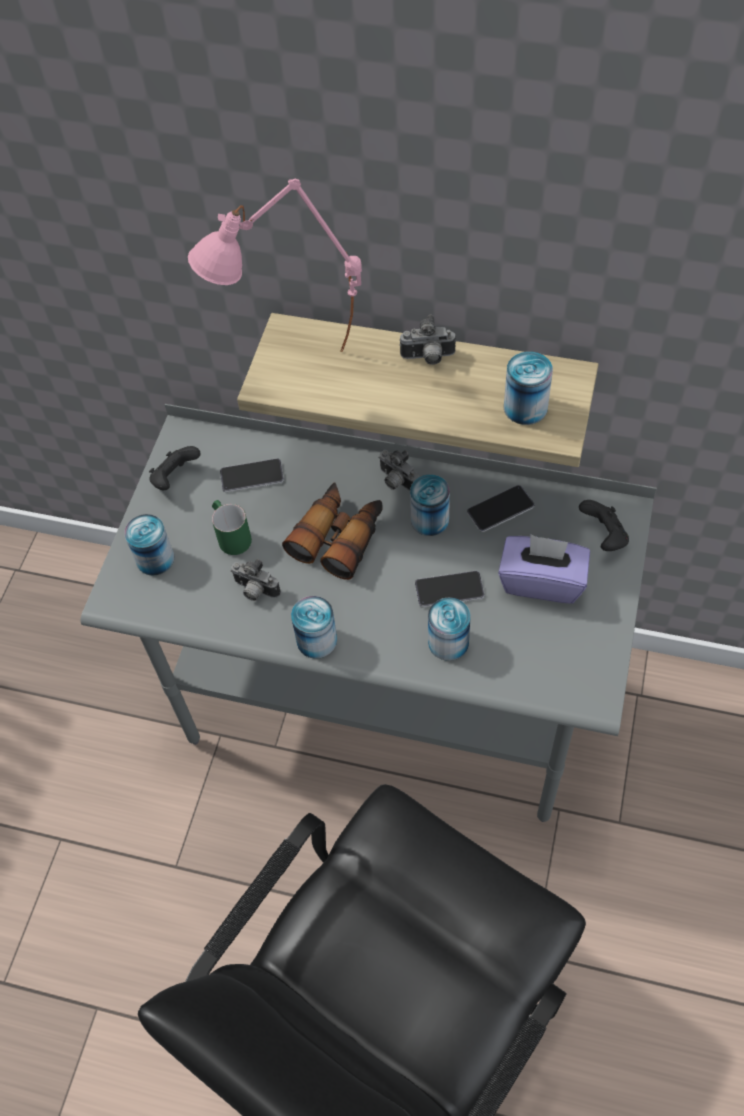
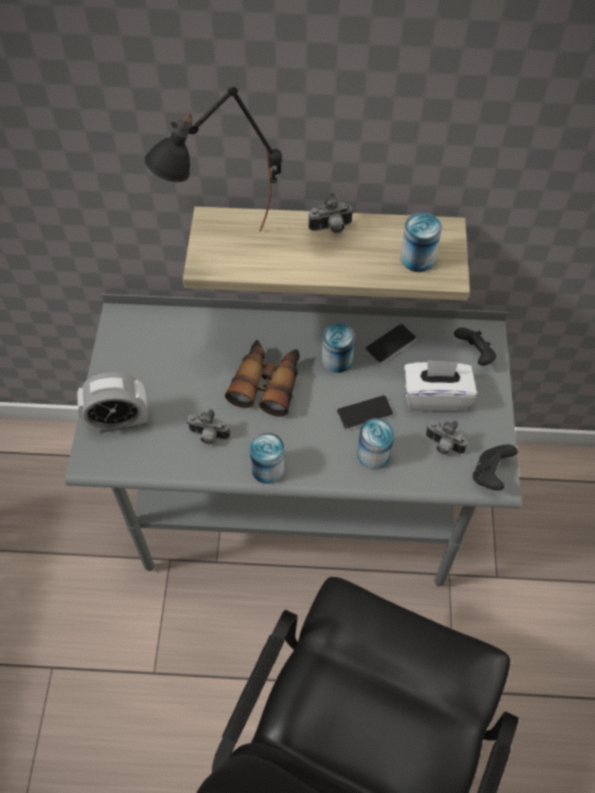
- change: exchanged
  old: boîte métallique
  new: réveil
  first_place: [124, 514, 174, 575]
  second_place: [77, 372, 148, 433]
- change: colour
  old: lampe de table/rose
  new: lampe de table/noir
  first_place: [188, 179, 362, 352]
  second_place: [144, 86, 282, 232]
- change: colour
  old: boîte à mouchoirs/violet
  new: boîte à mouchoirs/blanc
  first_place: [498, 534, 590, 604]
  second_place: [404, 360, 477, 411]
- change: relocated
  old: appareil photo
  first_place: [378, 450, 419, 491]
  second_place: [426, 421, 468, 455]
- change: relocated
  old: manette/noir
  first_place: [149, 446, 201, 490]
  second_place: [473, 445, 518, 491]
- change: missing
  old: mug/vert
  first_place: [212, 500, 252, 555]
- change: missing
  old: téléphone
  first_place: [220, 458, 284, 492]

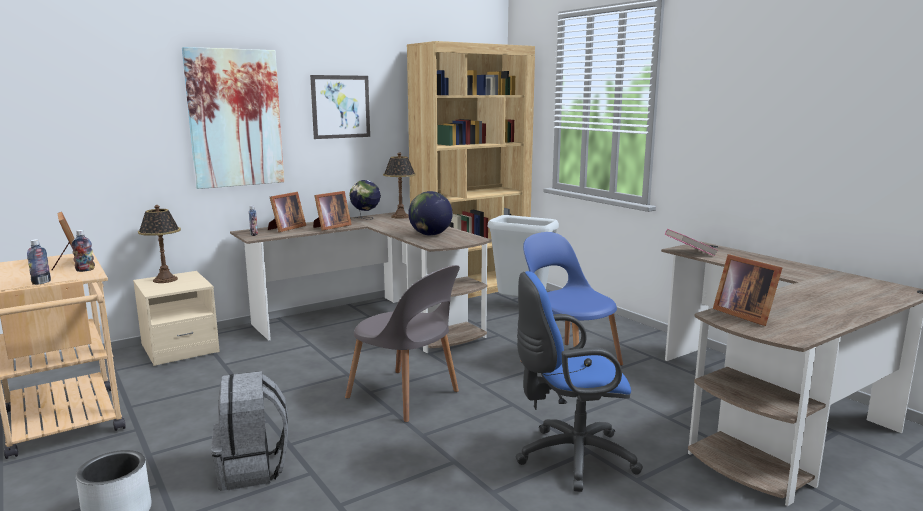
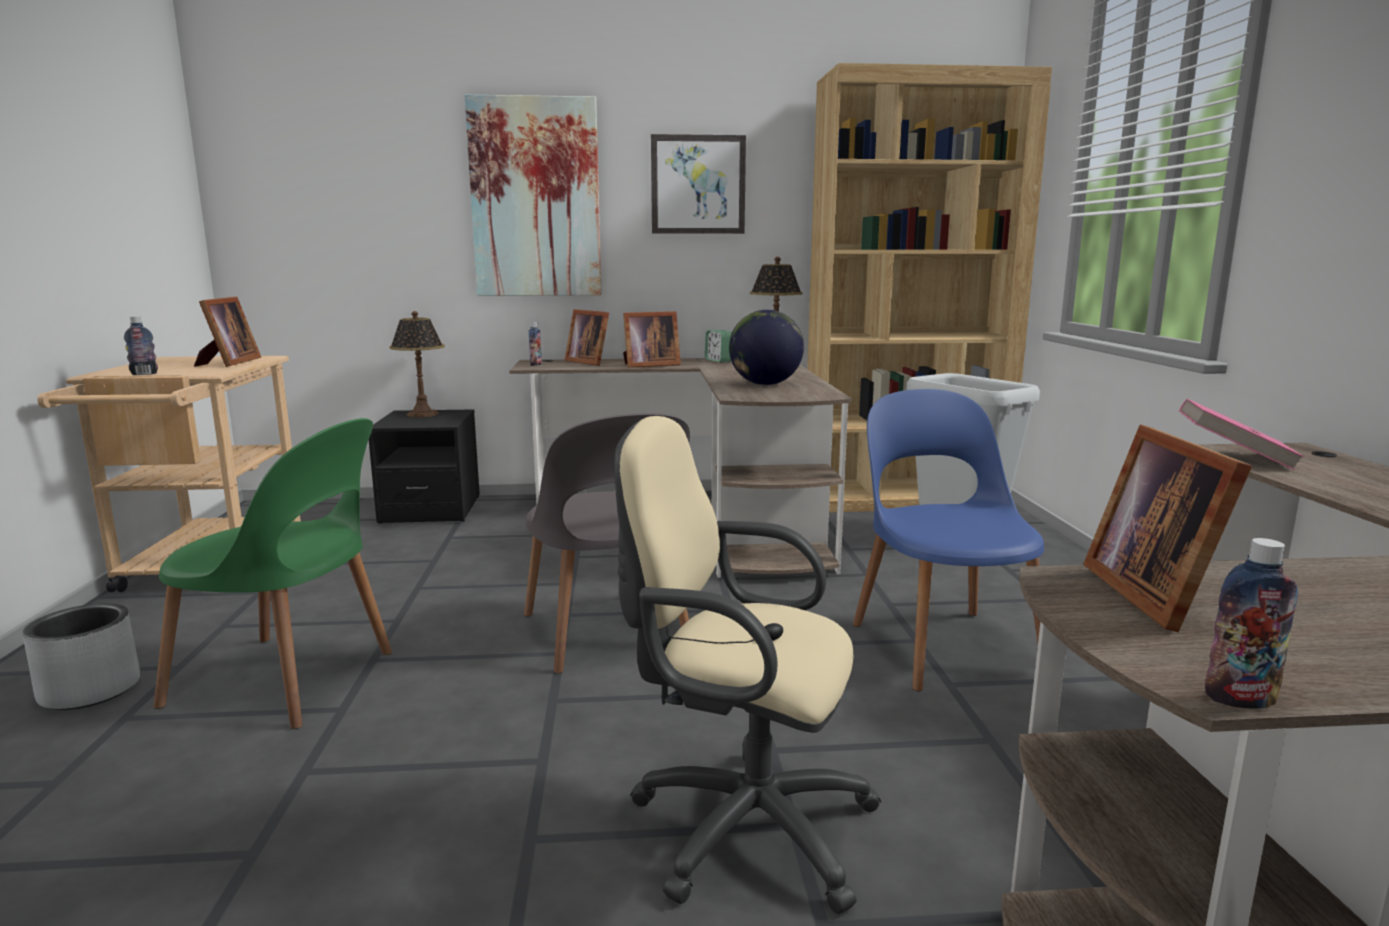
- change: exchanged
  old: sac à dos/gris
  new: chaise/vert
  first_place: [211, 371, 288, 491]
  second_place: [153, 418, 392, 729]
- change: colour
  old: table de chevet/beige
  new: table de chevet/noir
  first_place: [133, 271, 220, 366]
  second_place: [369, 409, 480, 524]
- change: spun
  old: cadre photo
  first_place: [268, 192, 306, 232]
  second_place: [565, 309, 609, 366]
  degrees: 75
- change: colour
  old: chaise de bureau/bleu
  new: chaise de bureau/beige
  first_place: [516, 271, 643, 492]
  second_place: [614, 416, 881, 914]
- change: exchanged
  old: globe
  new: réveil
  first_place: [349, 180, 381, 220]
  second_place: [705, 330, 732, 363]
- change: relocated
  old: bouteille
  first_place: [72, 230, 95, 272]
  second_place: [1205, 538, 1298, 708]

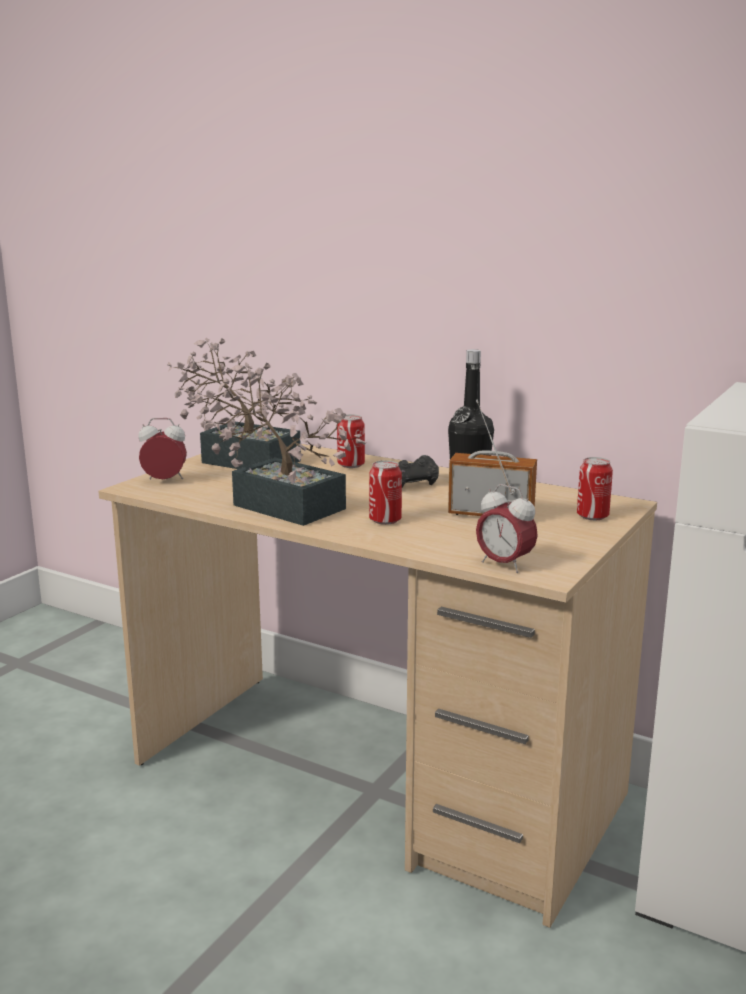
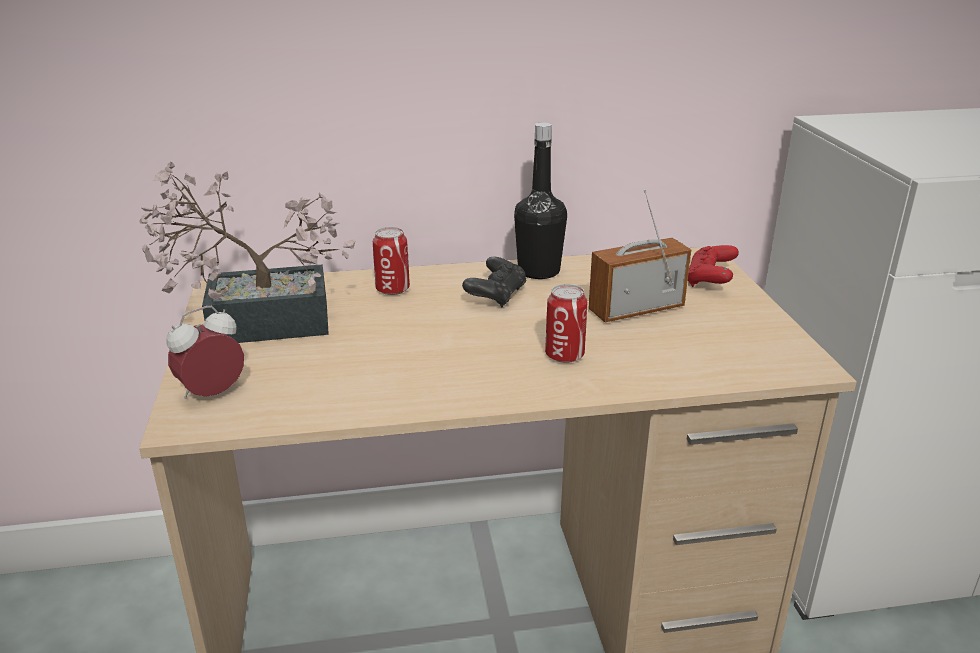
- change: exchanged
  old: boîte métallique
  new: manette/rouge
  first_place: [577, 457, 613, 520]
  second_place: [688, 245, 739, 287]
- change: missing
  old: plante en pot
  first_place: [196, 362, 366, 526]
- change: missing
  old: réveil
  first_place: [476, 484, 538, 573]

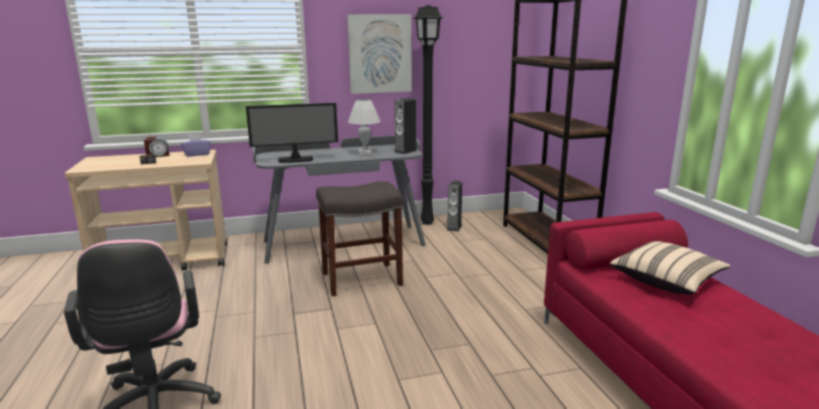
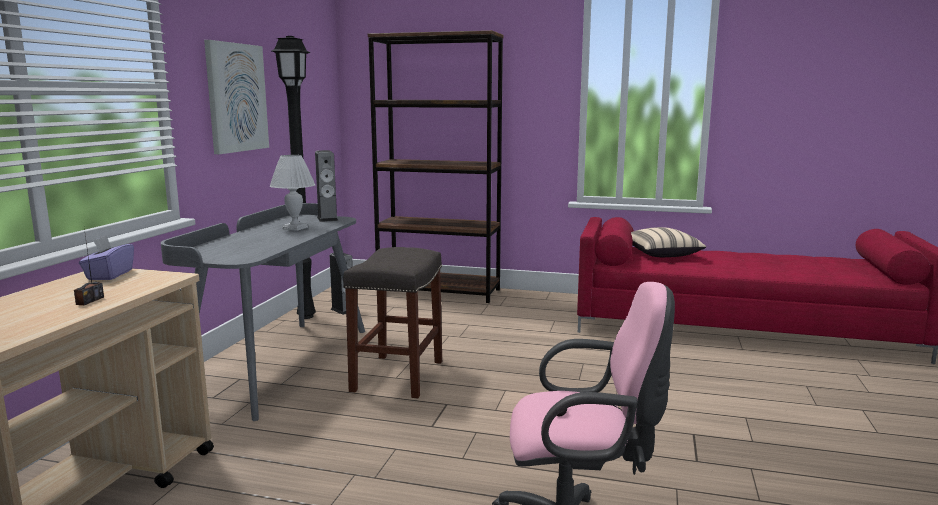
- change: missing
  old: réveil
  first_place: [144, 137, 169, 157]
- change: missing
  old: écran d'ordinateur
  first_place: [246, 103, 338, 163]

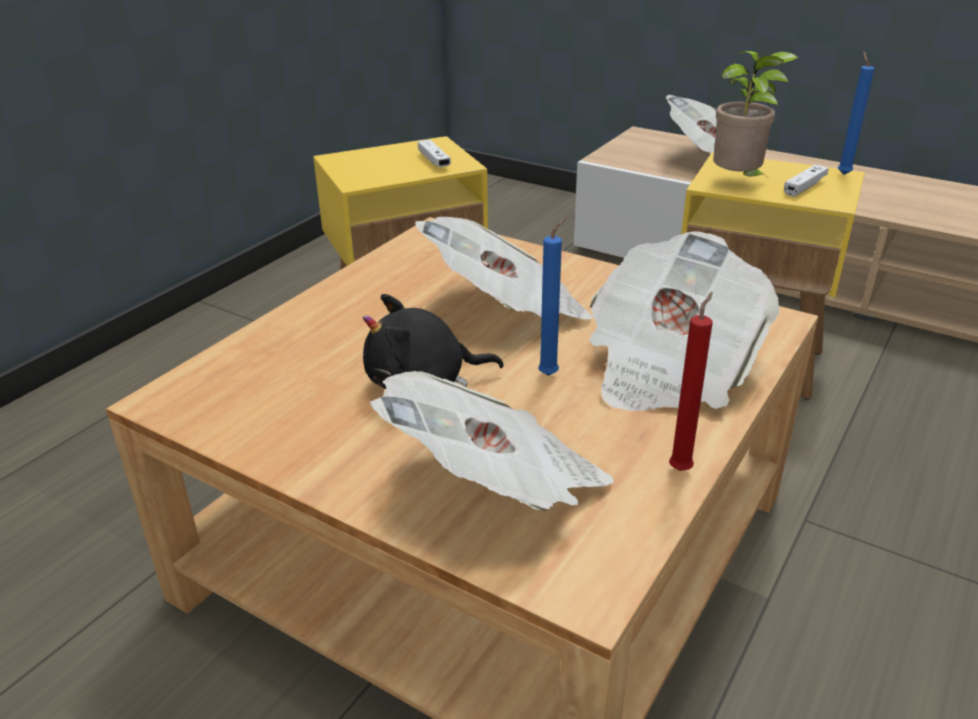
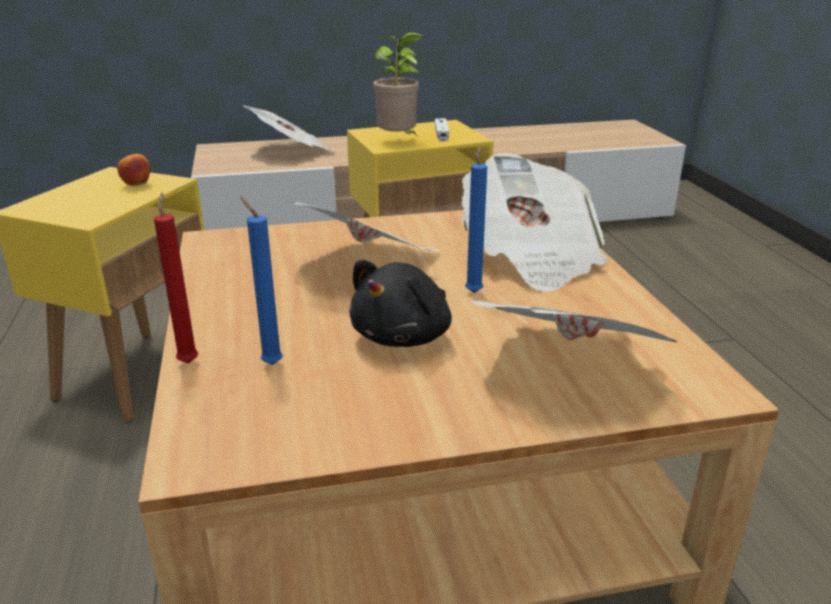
- change: exchanged
  old: manette/blanc
  new: pomme
  first_place: [418, 139, 451, 167]
  second_place: [117, 154, 150, 186]
- change: relocated
  old: bougie/rouge
  first_place: [669, 292, 713, 471]
  second_place: [154, 193, 199, 363]
- change: relocated
  old: bougie/bleu
  first_place: [838, 51, 875, 175]
  second_place: [240, 196, 283, 365]

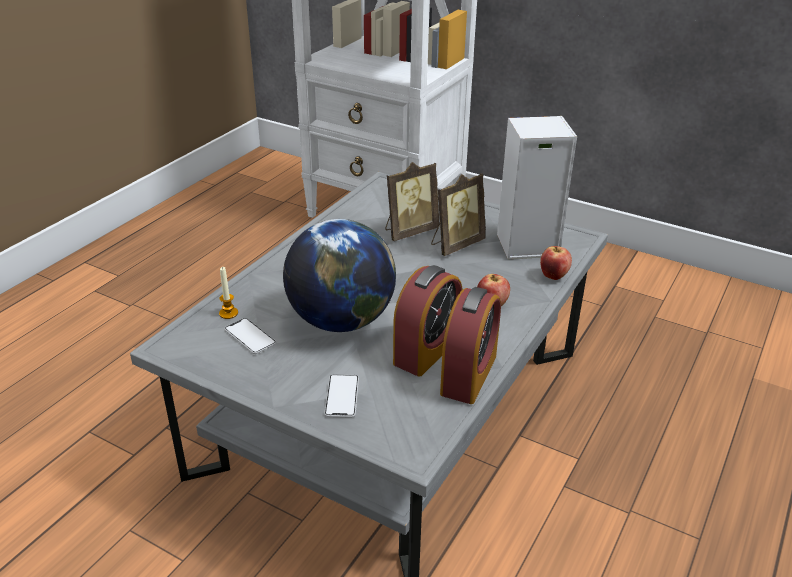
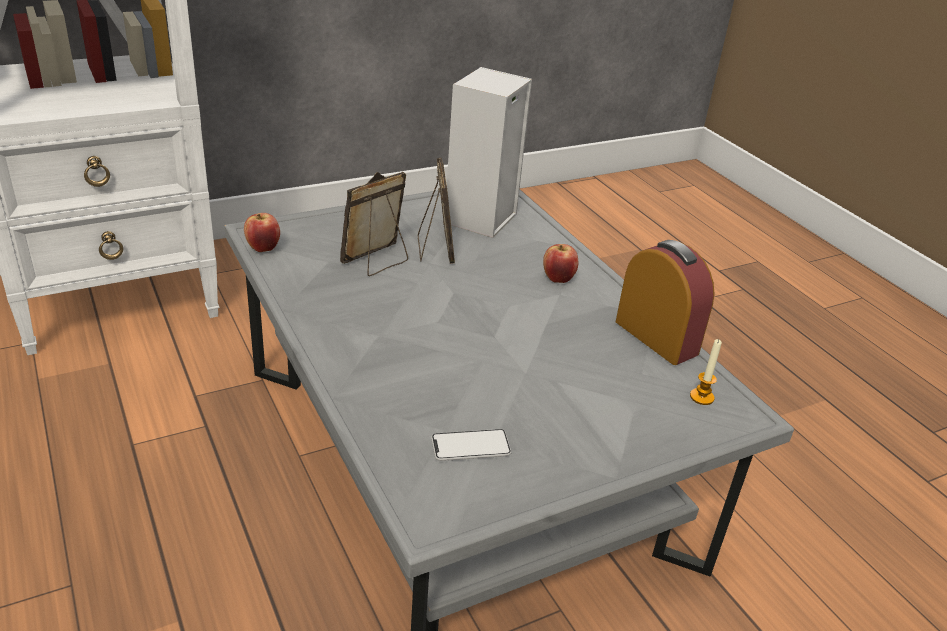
- change: relocated
  old: pomme
  first_place: [540, 246, 572, 280]
  second_place: [244, 213, 280, 252]
- change: spun
  old: cadre photo
  first_place: [385, 162, 439, 241]
  second_place: [340, 172, 408, 276]
  degrees: -135
- change: relocated
  old: bougie
  first_place: [219, 267, 238, 319]
  second_place: [690, 339, 722, 405]
- change: missing
  old: globe
  first_place: [283, 219, 396, 332]
- change: missing
  old: téléphone
  first_place: [324, 374, 359, 418]
- change: missing
  old: réveil
  first_place: [393, 265, 463, 377]

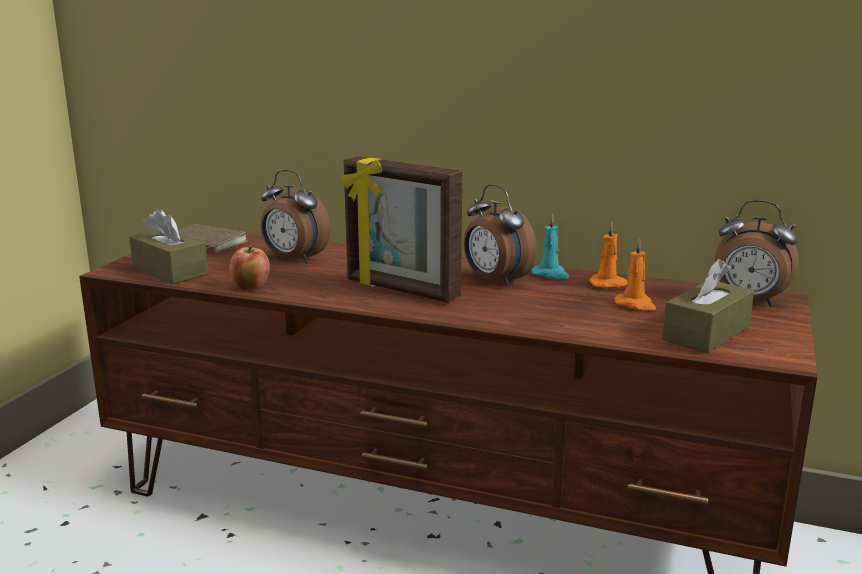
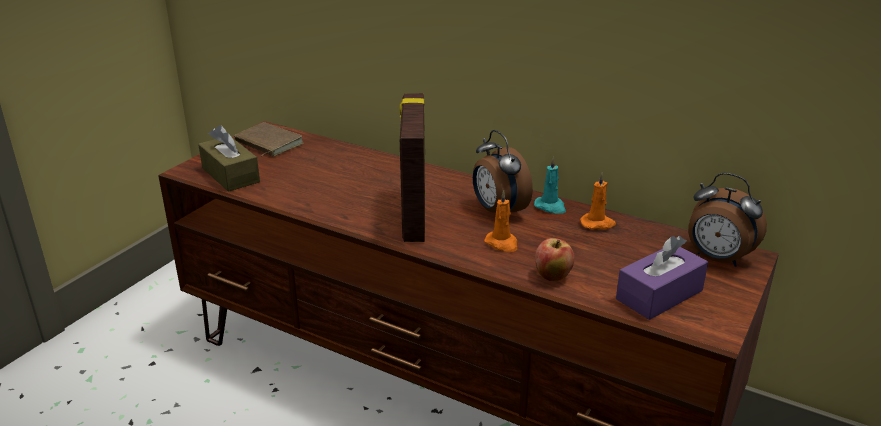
- change: spun
  old: cadre photo
  first_place: [342, 156, 462, 303]
  second_place: [399, 93, 426, 242]
  degrees: 45
- change: relocated
  old: bougie/orange
  first_place: [614, 239, 656, 310]
  second_place: [484, 190, 518, 252]
- change: relocated
  old: pomme
  first_place: [230, 246, 270, 290]
  second_place: [535, 238, 574, 281]
- change: colour
  old: boîte à mouchoirs/marron
  new: boîte à mouchoirs/violet
  first_place: [662, 259, 754, 354]
  second_place: [616, 236, 708, 320]
- change: missing
  old: réveil
  first_place: [261, 169, 331, 263]

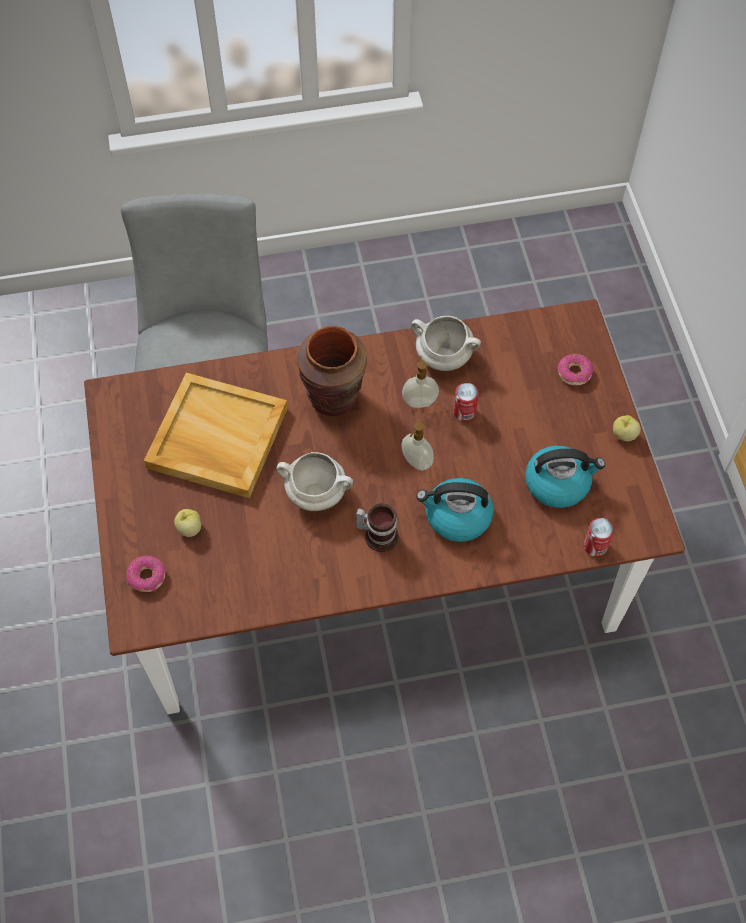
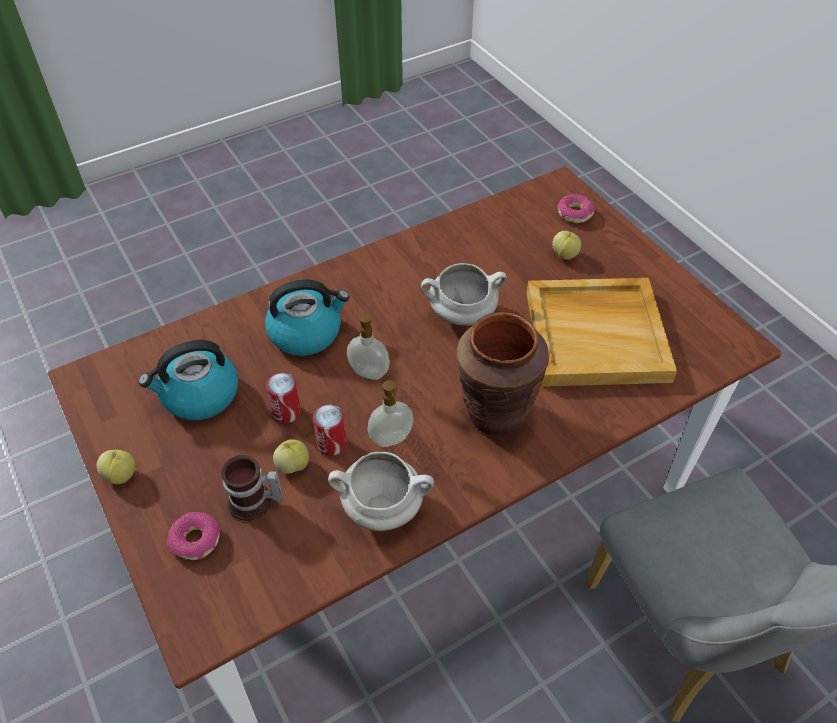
- change: relocated
  old: mug
  first_place: [356, 503, 399, 552]
  second_place: [221, 455, 283, 521]
- change: relocated
  old: boîte métallique
  first_place: [584, 518, 614, 557]
  second_place: [266, 373, 301, 423]
- change: appeared
  new: pomme
  second_place: [273, 439, 309, 474]

